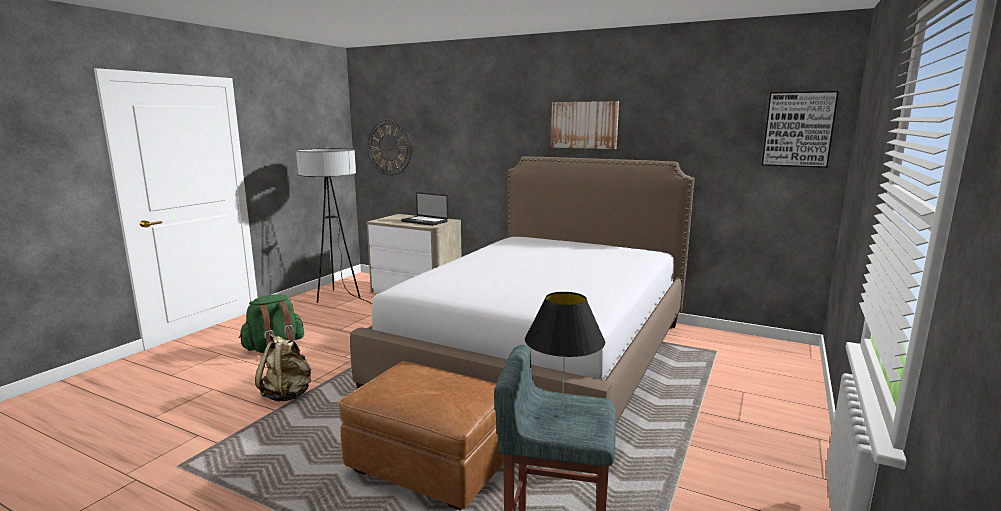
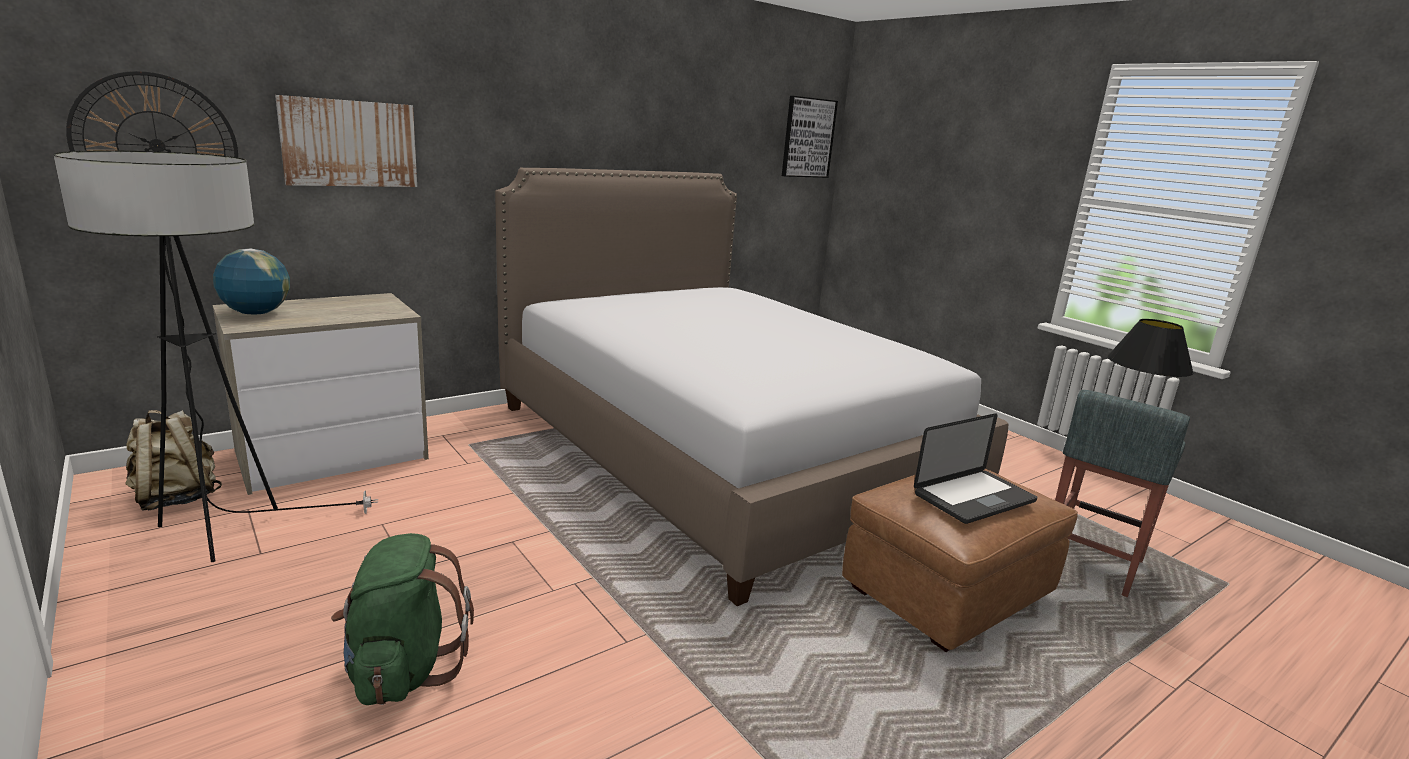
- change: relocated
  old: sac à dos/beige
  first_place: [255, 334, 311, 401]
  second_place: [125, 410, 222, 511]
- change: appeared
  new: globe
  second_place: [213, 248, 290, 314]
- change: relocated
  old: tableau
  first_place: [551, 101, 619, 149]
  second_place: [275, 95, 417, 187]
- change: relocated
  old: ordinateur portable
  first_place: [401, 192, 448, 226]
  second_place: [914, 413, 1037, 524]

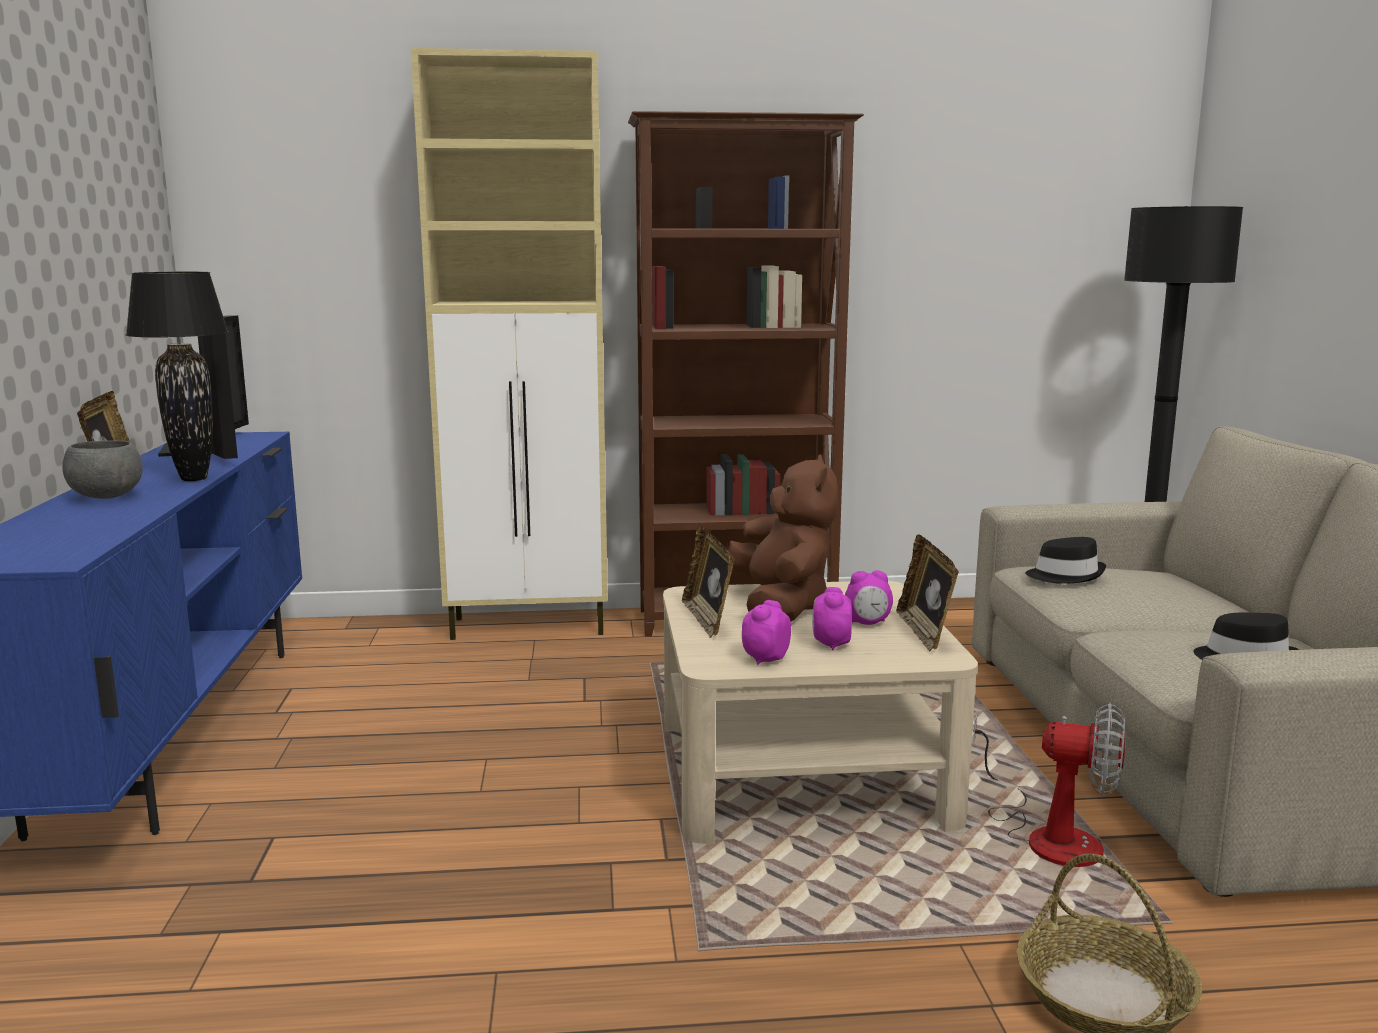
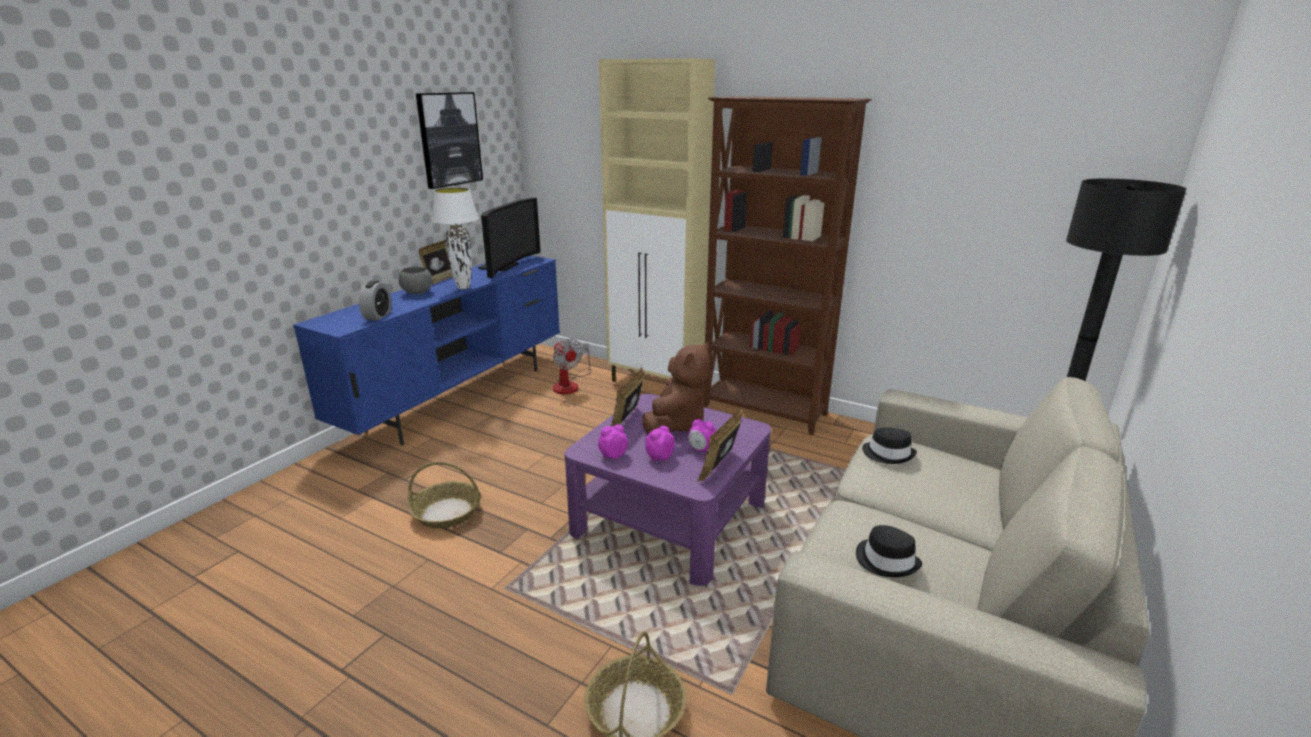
- change: appeared
  new: réveil
  second_place: [359, 281, 391, 320]
- change: appeared
  new: panier
  second_place: [408, 462, 481, 529]
- change: appeared
  new: tableau
  second_place: [416, 92, 483, 189]
- change: colour
  old: lampe de table/noir
  new: lampe de table/blanc
  first_place: [126, 272, 228, 481]
  second_place: [432, 188, 478, 289]
- change: relocated
  old: ventilateur
  first_place: [973, 702, 1126, 867]
  second_place: [553, 339, 591, 394]
- change: colour
  old: table basse/beige
  new: table basse/violet
  first_place: [663, 581, 978, 844]
  second_place: [564, 394, 771, 586]

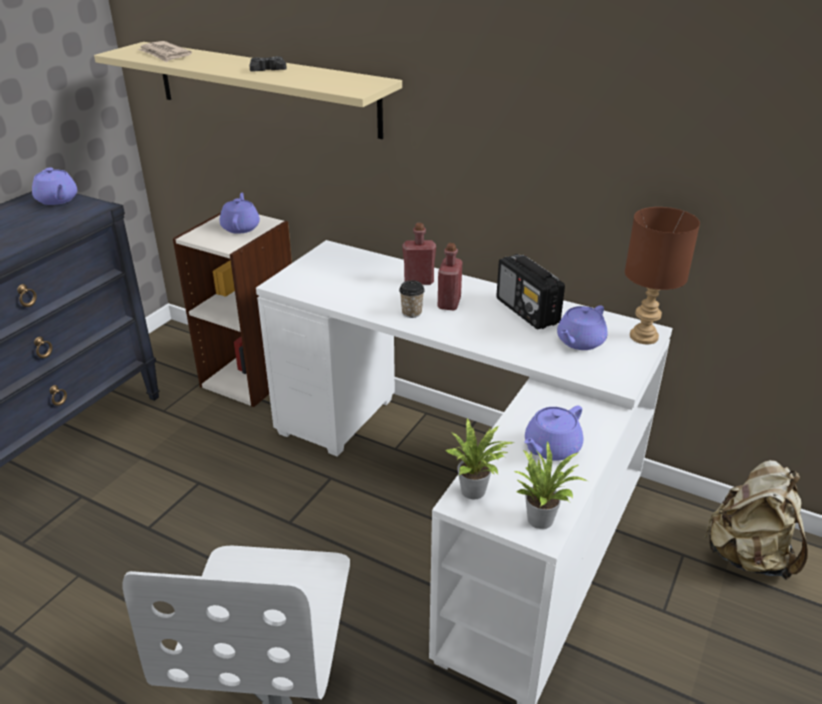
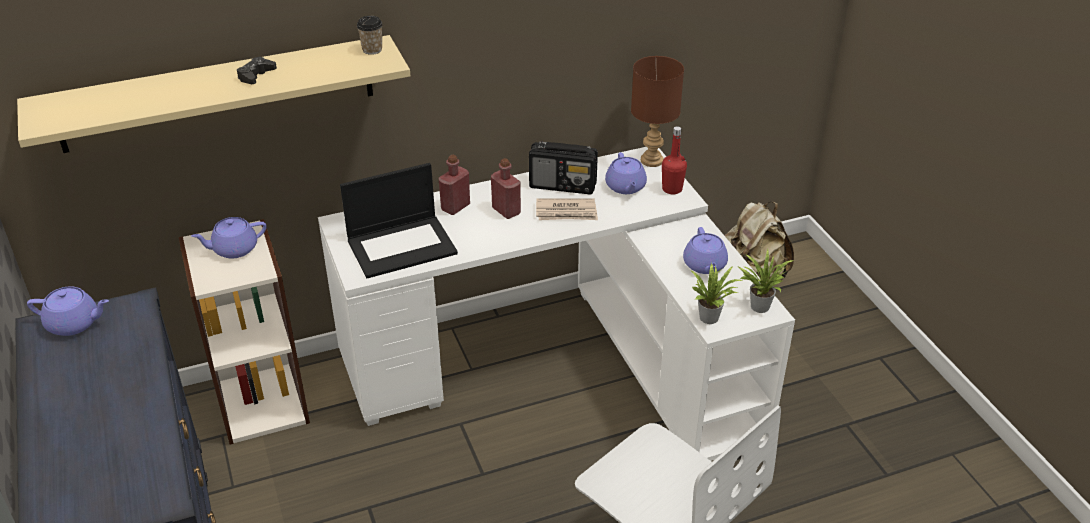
- change: spun
  old: théière/violet
  first_place: [220, 192, 260, 234]
  second_place: [191, 217, 267, 258]
  degrees: -60
- change: appeared
  new: ordinateur portable
  second_place: [340, 163, 458, 278]
- change: relocated
  old: tasse
  first_place: [399, 280, 425, 318]
  second_place: [357, 16, 383, 55]
- change: relocated
  old: journal
  first_place: [138, 41, 192, 62]
  second_place: [536, 199, 598, 220]
- change: appeared
  new: bouteille/rouge
  second_place: [662, 126, 687, 194]

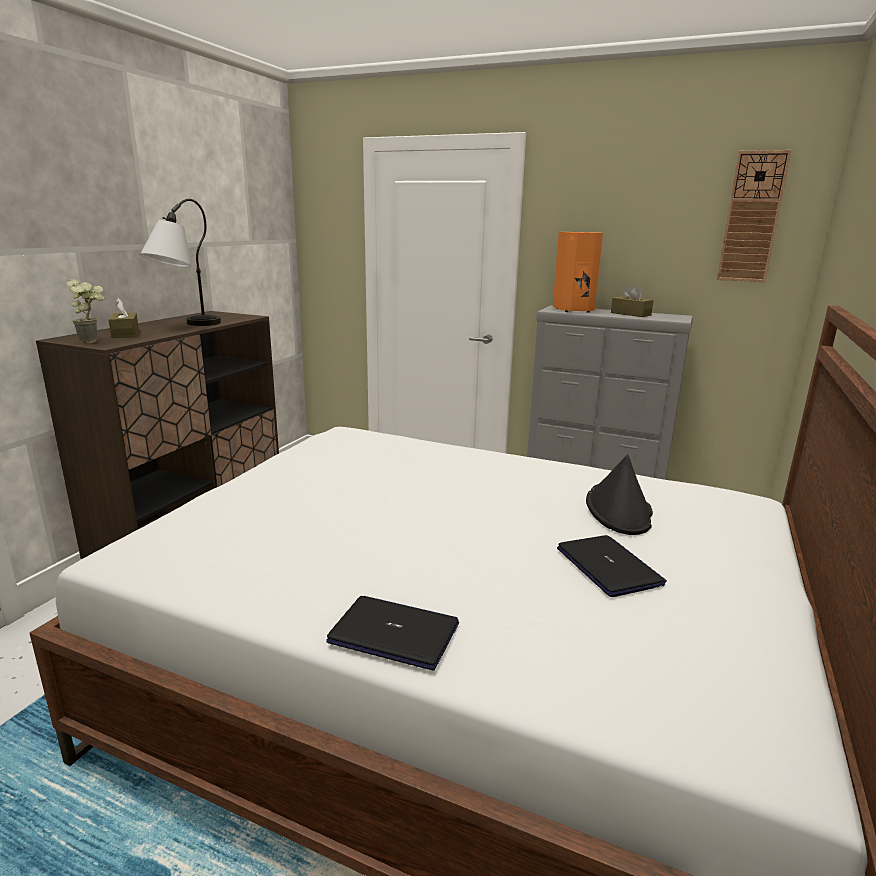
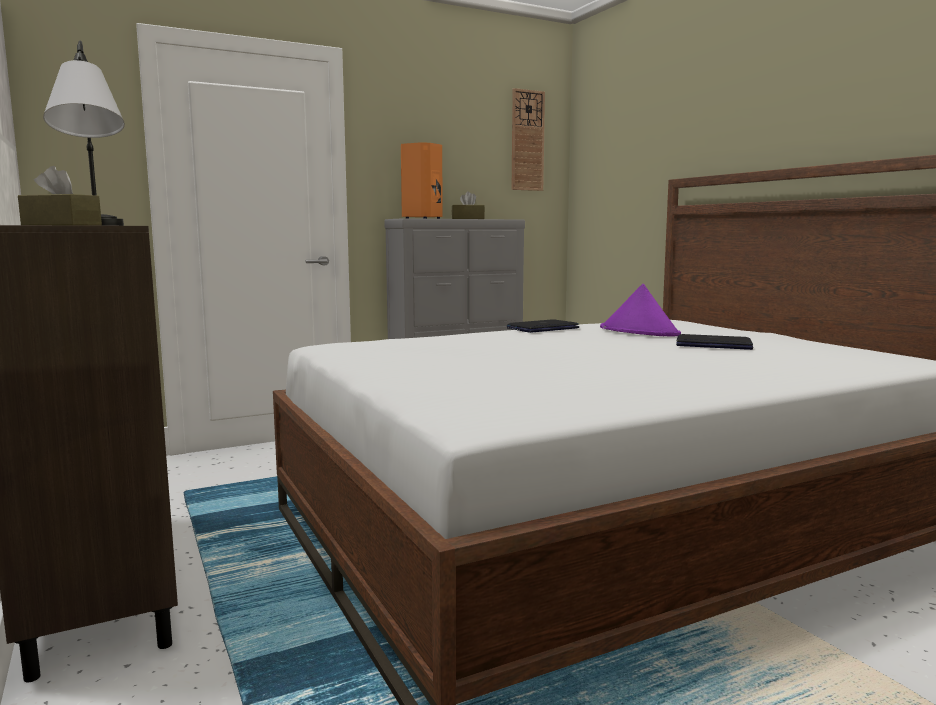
- change: relocated
  old: ordinateur portable
  first_place: [326, 596, 459, 670]
  second_place: [507, 319, 580, 333]
- change: colour
  old: chapeau/noir
  new: chapeau/violet
  first_place: [586, 455, 653, 535]
  second_place: [600, 284, 681, 337]
- change: missing
  old: plante en pot
  first_place: [66, 279, 105, 343]

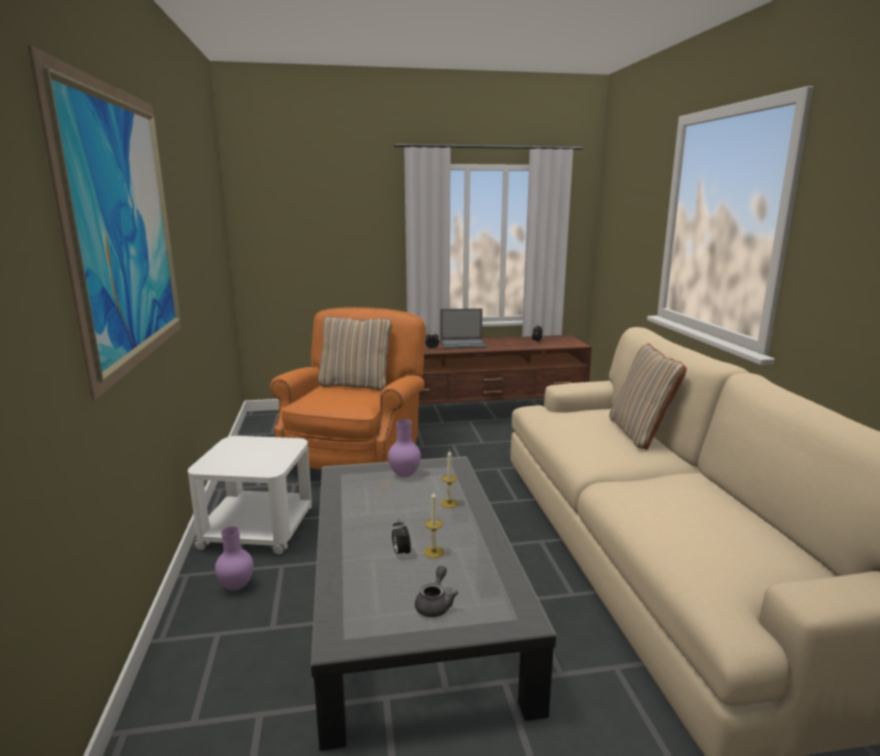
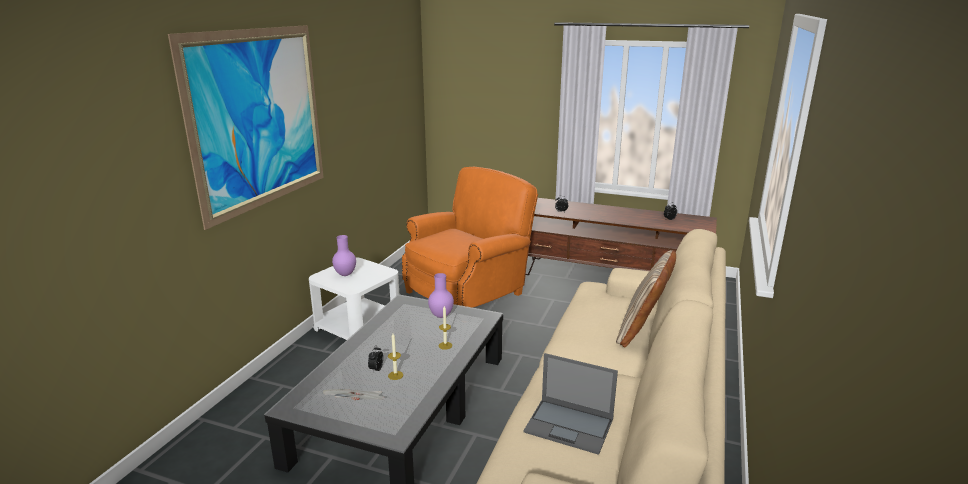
- change: exchanged
  old: théière/gris
  new: journal
  first_place: [415, 566, 458, 617]
  second_place: [323, 389, 383, 400]
- change: relocated
  old: vase/violet
  first_place: [215, 526, 253, 590]
  second_place: [332, 235, 356, 276]
- change: relocated
  old: ordinateur portable
  first_place: [440, 308, 487, 349]
  second_place: [524, 353, 618, 455]
- change: missing
  old: coussin/beige
  first_place: [318, 316, 392, 390]

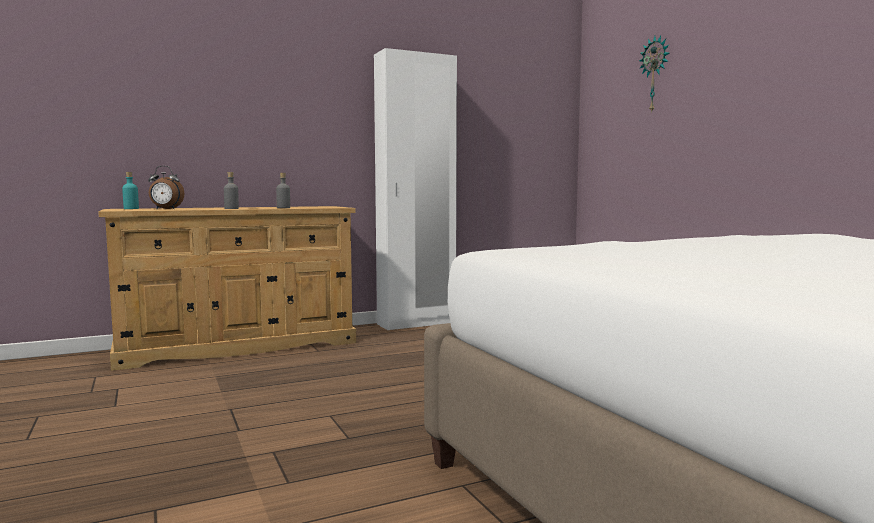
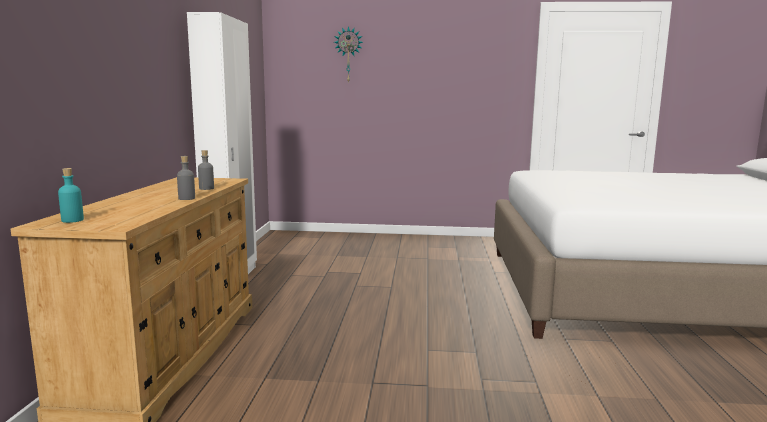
- change: missing
  old: réveil
  first_place: [148, 166, 184, 209]

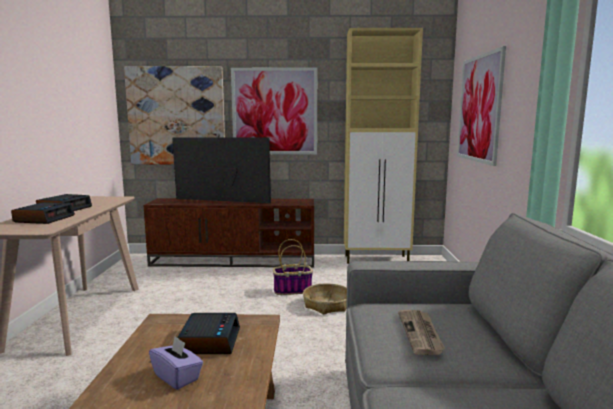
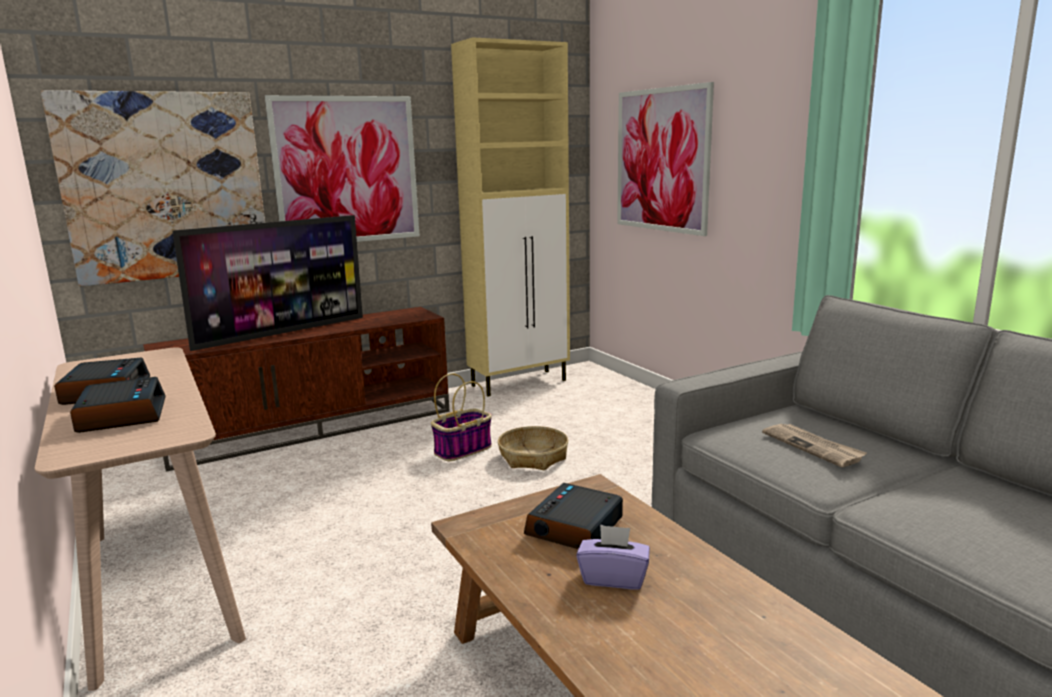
- change: spun
  old: téléviseur
  first_place: [172, 137, 271, 203]
  second_place: [173, 215, 363, 351]
  degrees: 150
- change: spun
  old: réveil
  first_place: [177, 313, 240, 354]
  second_place: [524, 483, 623, 549]
  degrees: -120

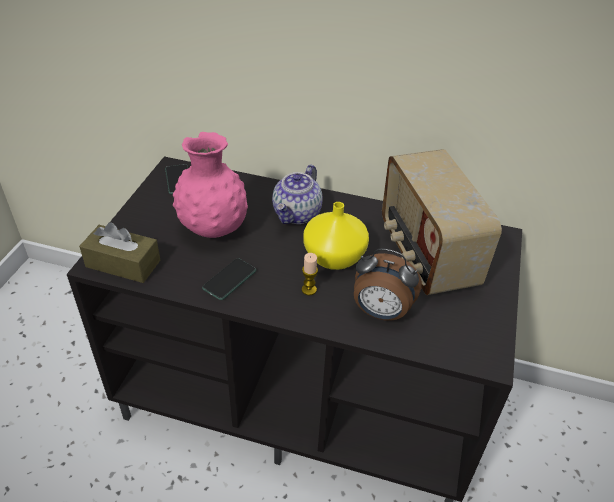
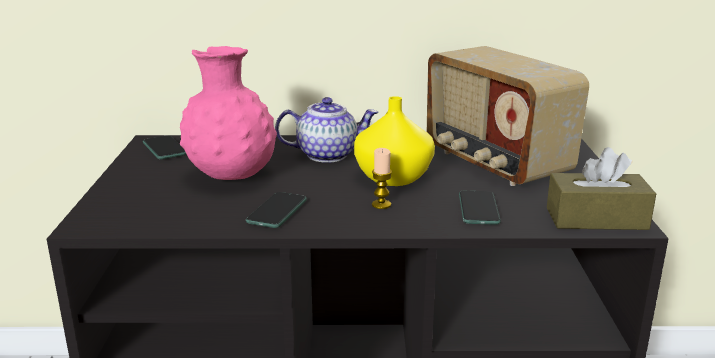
- change: spun
  old: théière
  first_place: [272, 165, 323, 224]
  second_place: [275, 97, 378, 163]
  degrees: -105
- change: exchanged
  old: réveil
  new: téléphone
  first_place: [354, 248, 422, 321]
  second_place: [459, 191, 501, 225]
- change: relocated
  old: boîte à mouchoirs/marron
  first_place: [79, 222, 160, 283]
  second_place: [547, 147, 656, 230]

